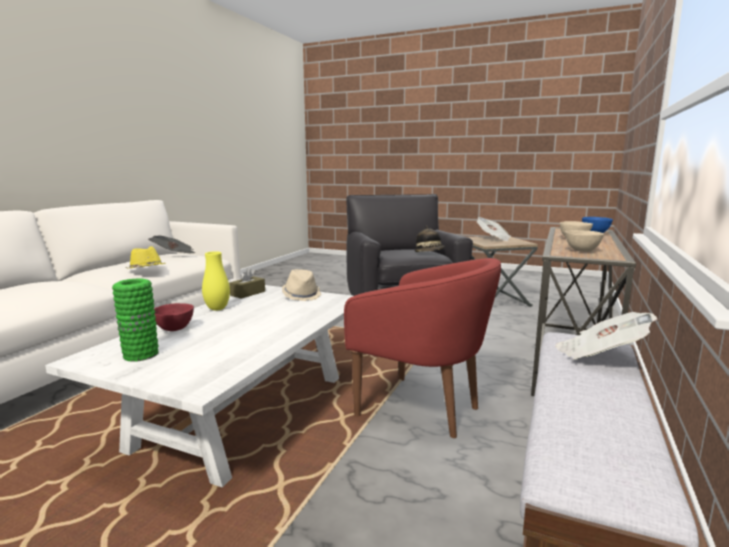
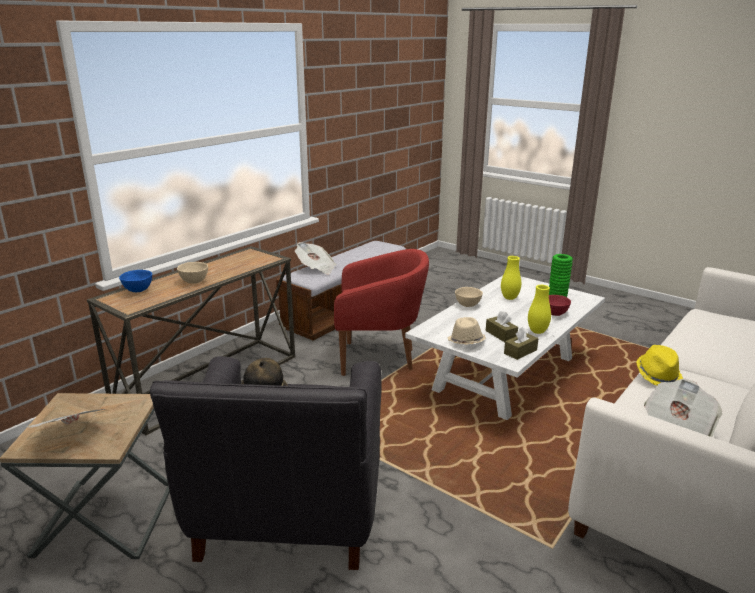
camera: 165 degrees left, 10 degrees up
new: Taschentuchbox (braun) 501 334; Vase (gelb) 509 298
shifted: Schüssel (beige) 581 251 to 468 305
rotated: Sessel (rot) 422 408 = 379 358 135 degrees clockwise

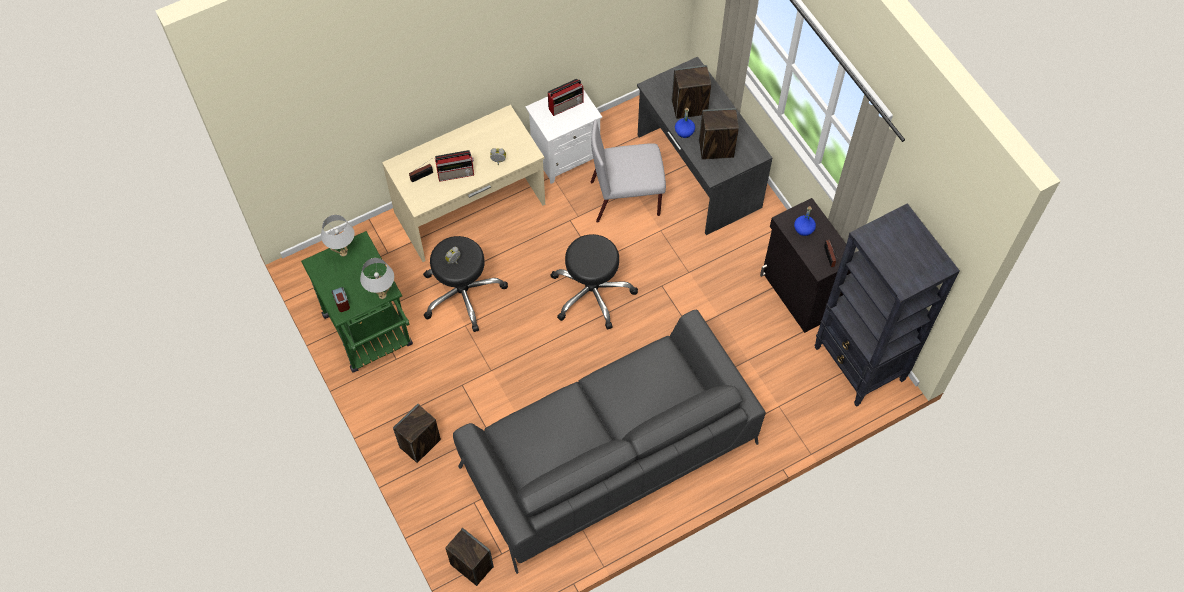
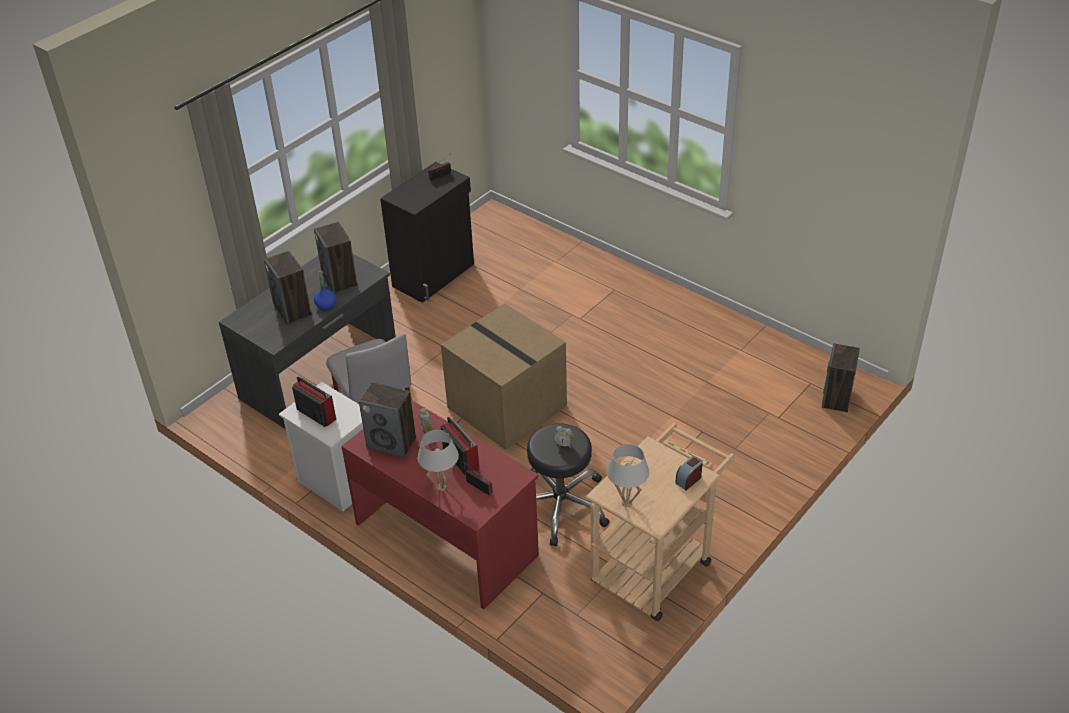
camera: 110 degrees left, 20 degrees down
gone: Sofa (grau) 608 454; Flasche (blau) 804 229; Bücherregal (schwarz) 859 365
shifted: Tischlampe (weiß) 382 295 to 441 487; Lautsprecher 420 444 to 392 443
swapped: Hocker (schwarz) 592 293 to Karton 505 406
repainted: Rollwagen (grün) 371 336 to Rollwagen (beige) 657 565; Schreibtisch (beige) 470 209 to Schreibtisch (rot) 447 538

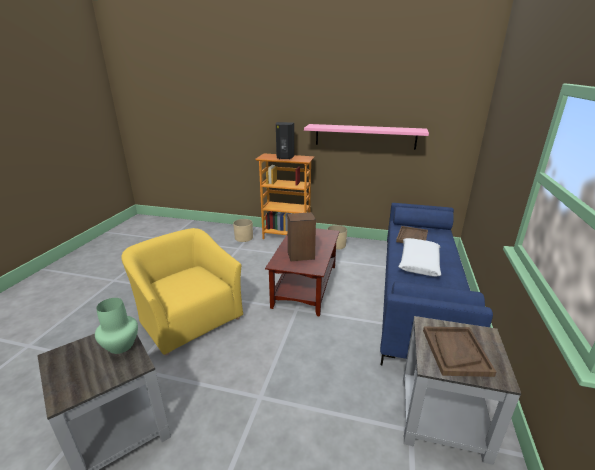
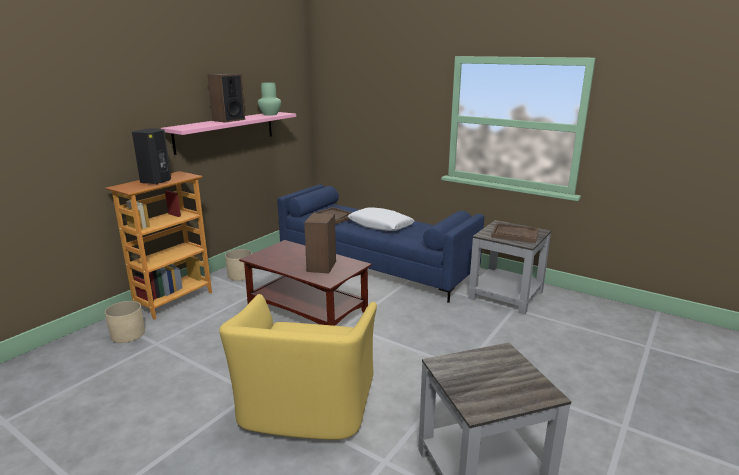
camera: 70 degrees left, 5 degrees down
new: Lautsprecher 228 120
shifted: Vase (grün) 120 346 to 270 114
rotated: Sessel (gelb) 189 318 = 306 406 60 degrees counterclockwise

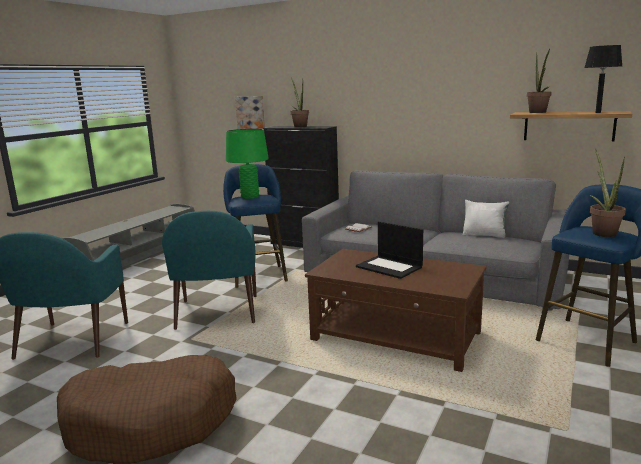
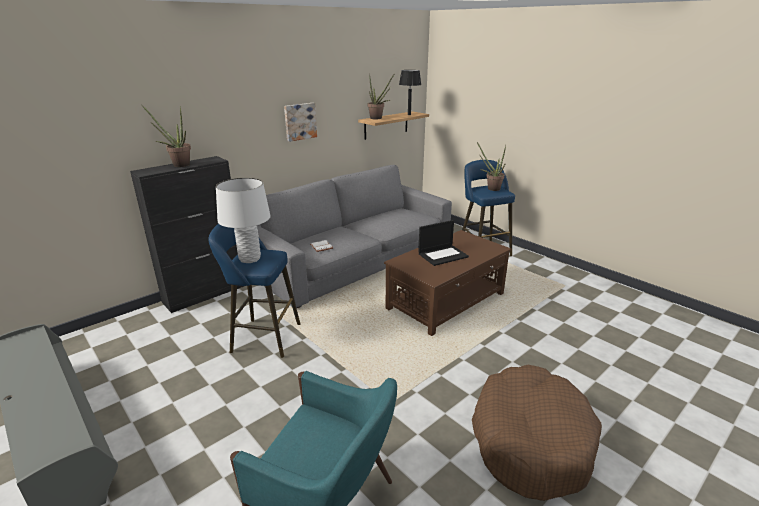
camera: 70 degrees left, 10 degrees up
gone: Sessel (türkis) 217 313; Kissen (weiß) 484 235
shifted: Bild 251 112 to 300 121
repainted: Tischlampe (grün) 250 197 to Tischlampe (weiß) 249 259

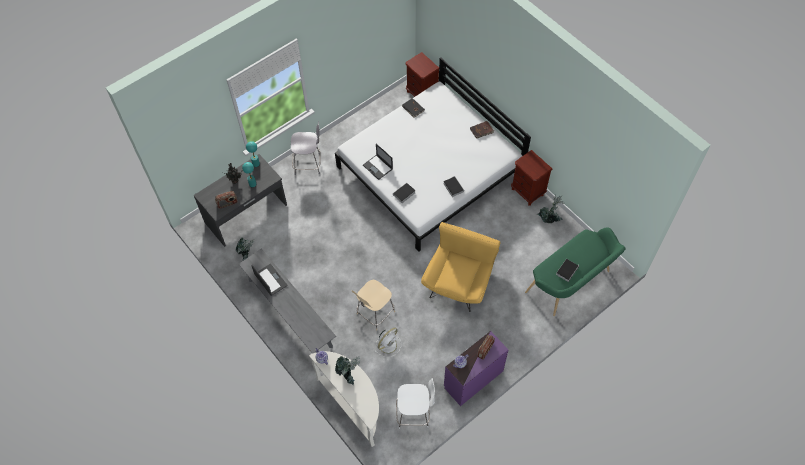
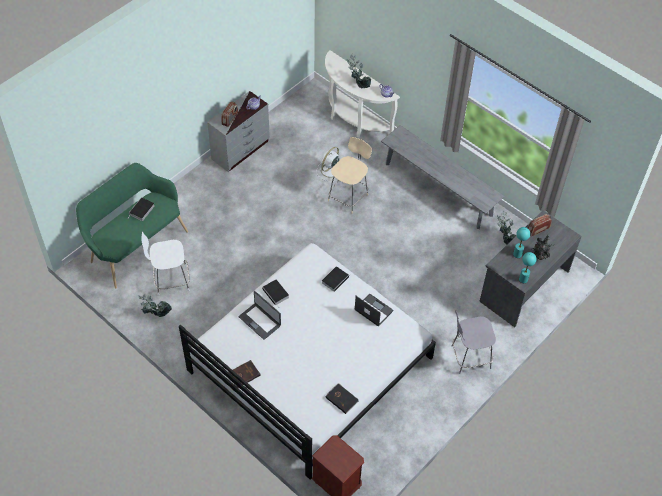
camera: 170 degrees right, 5 degrees down
gone: Sessel (gelb) 461 277; Nachttisch (braun) 527 192
shifted: Laptop 270 280 to 260 321; Stuhl (weiß) 414 413 to 170 280
repainted: Kommode (lila) 473 379 to Kommode (grau) 241 150

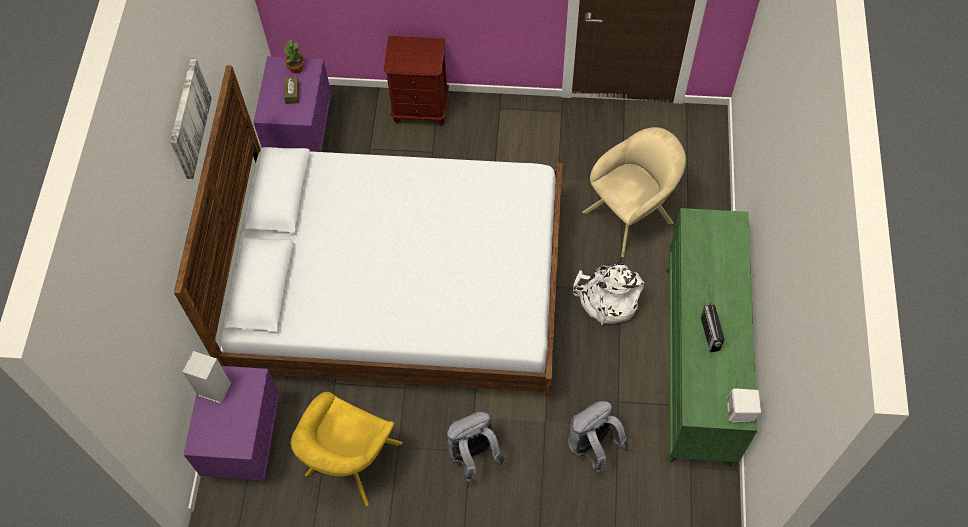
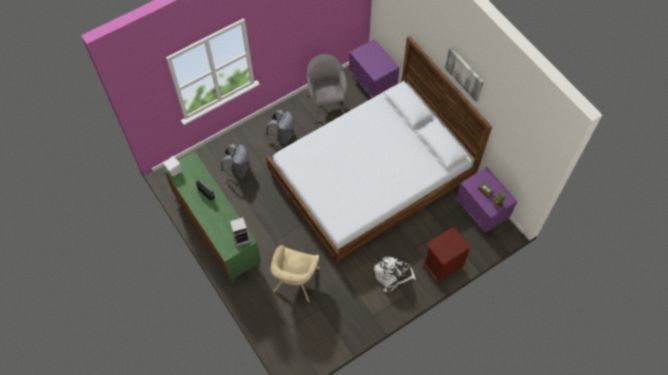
camera: 140 degrees right, 0 degrees up
shifted: Lautsprecher 213 389 to 242 238; Rucksack (weiß) 607 298 to 392 275
repainted: Sessel (gelb) 351 463 to Sessel (grau) 326 103

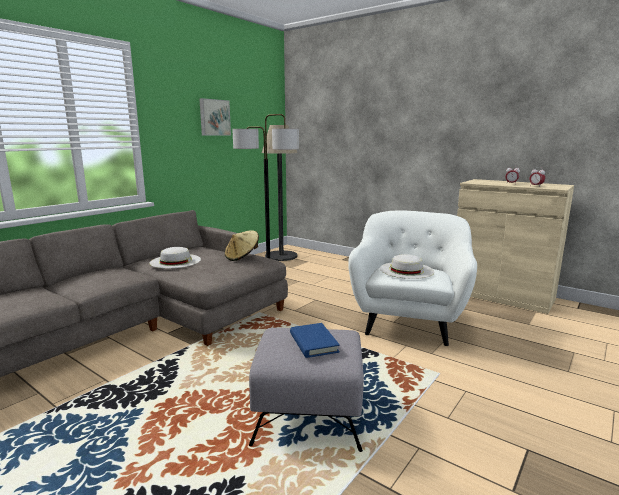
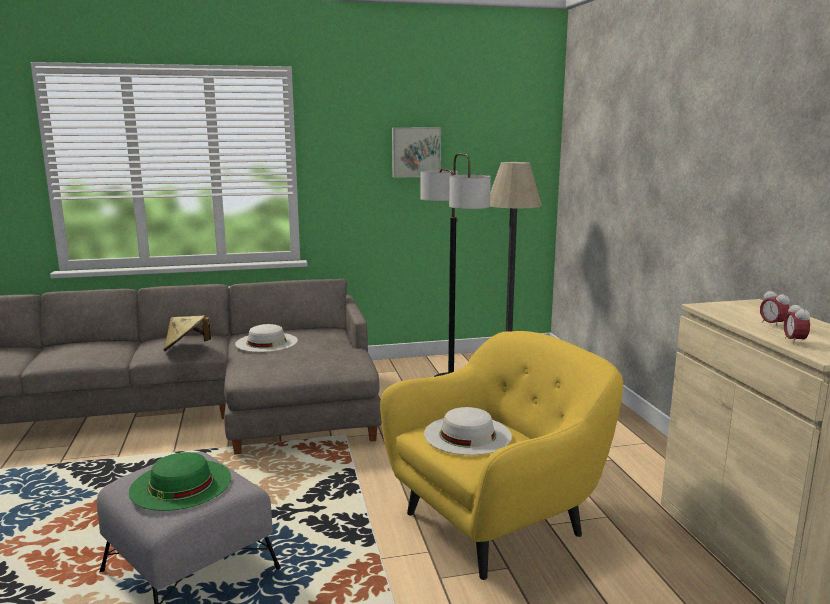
camera: 40 degrees right, 0 degrees up
shifted: Hut (beige) 242 257 to 186 348
swapped: Buch (blau) 313 343 to Hut (grün) 181 484
repainted: Sessel (weiß) 409 322 to Sessel (gelb) 497 522

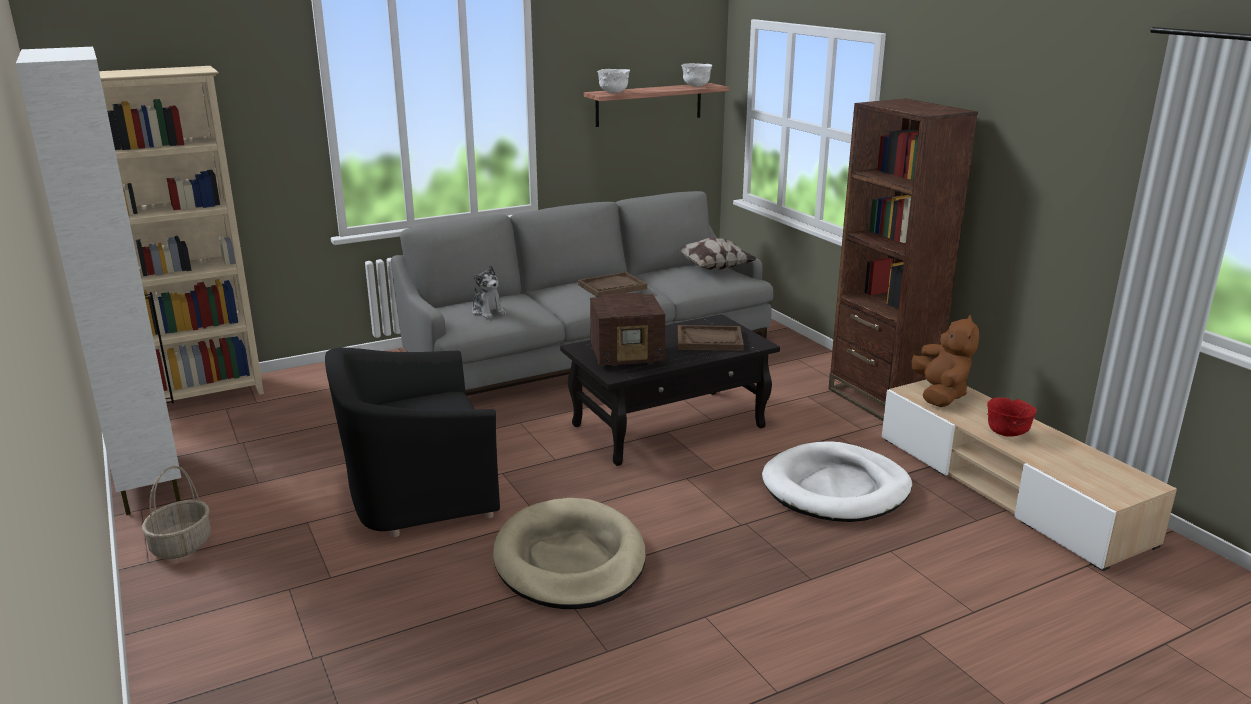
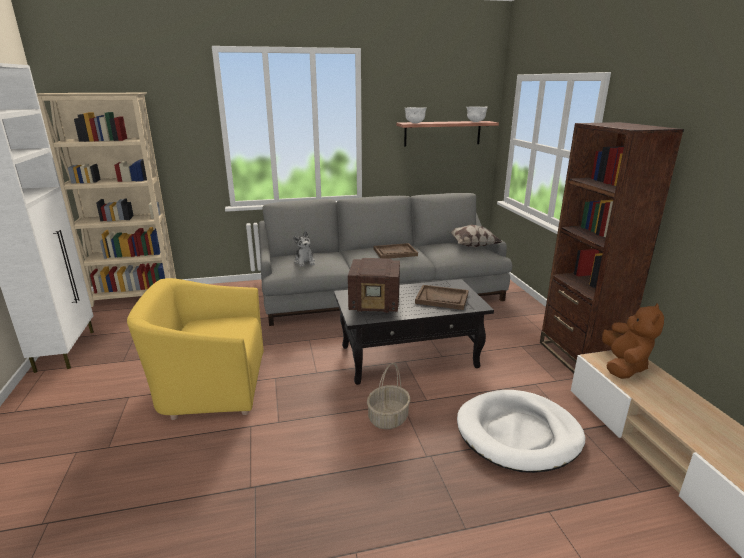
camera: 15 degrees right, 0 degrees up
gone: Hundebett (beige) 569 560; Schüssel (rot) 1006 434
shifted: Korb 181 546 to 388 418
repainted: Sessel (schwarz) 417 493 to Sessel (gelb) 211 385

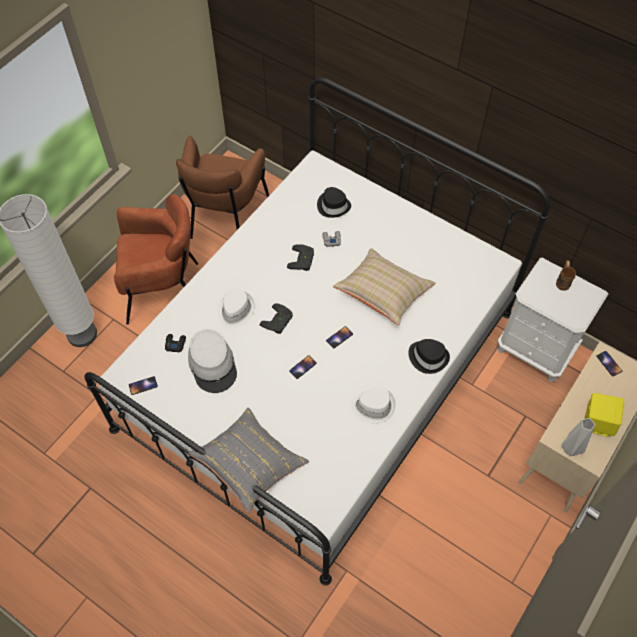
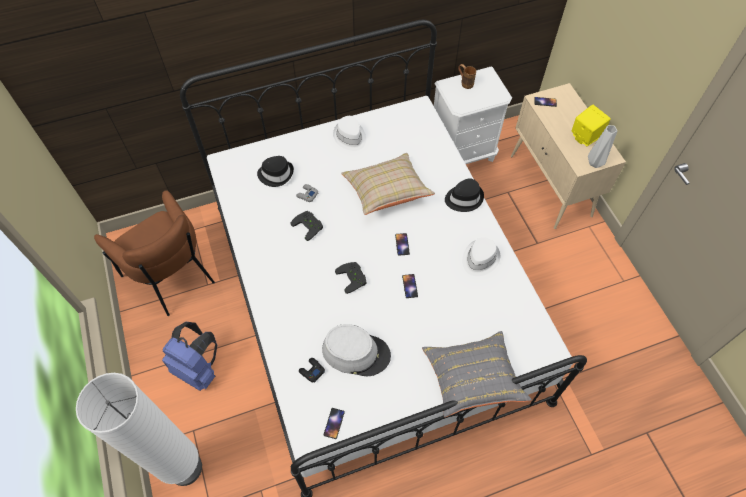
camera: 55 degrees left, 0 degrees up
shifted: Hut (weiß) 235 310 to 350 137
swapped: Sessel (braun) 163 288 to Rucksack (blau) 198 368

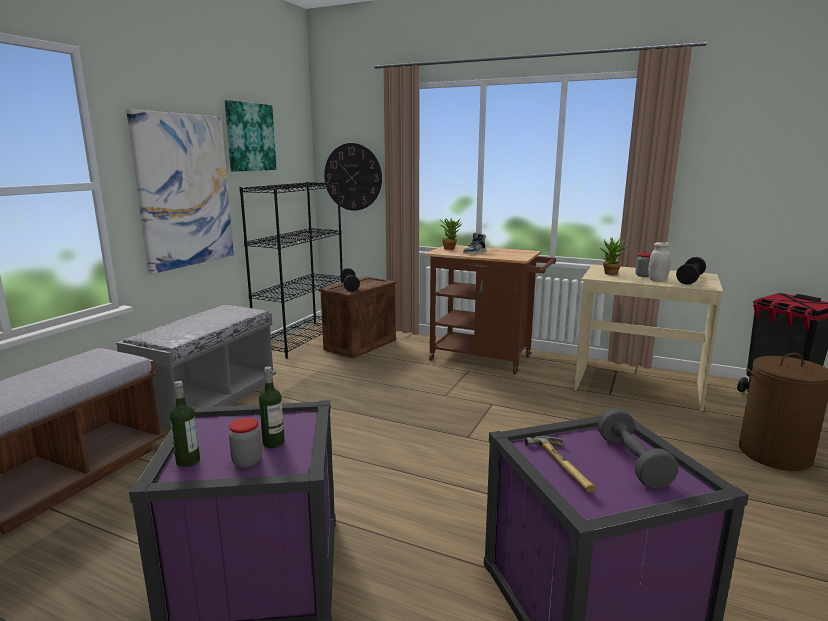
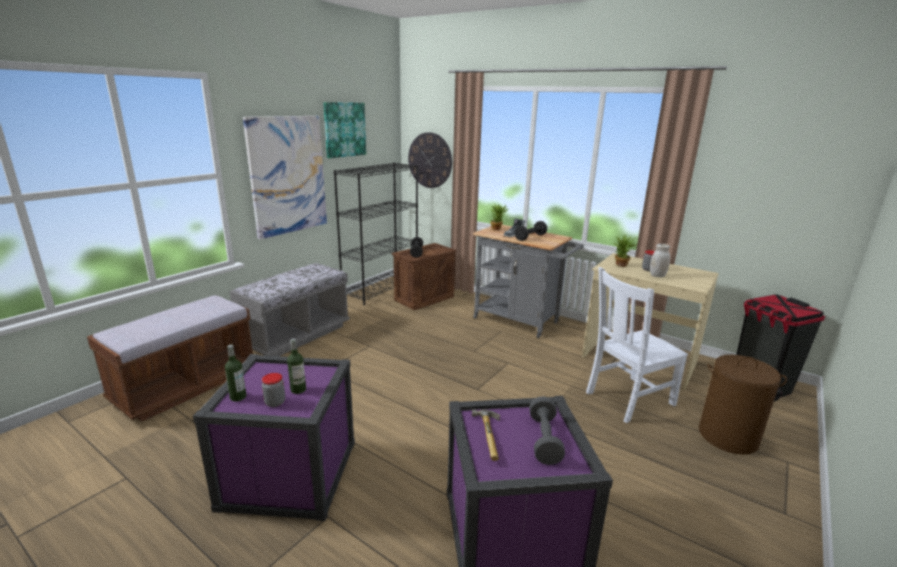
camera: 10 degrees right, 5 degrees up
new: Stuhl (weiß) 627 399
shifted: Hantel (schwarz) 690 279 to 530 237
repainted: Rollwagen (braun) 486 359 to Rollwagen (grau) 520 321

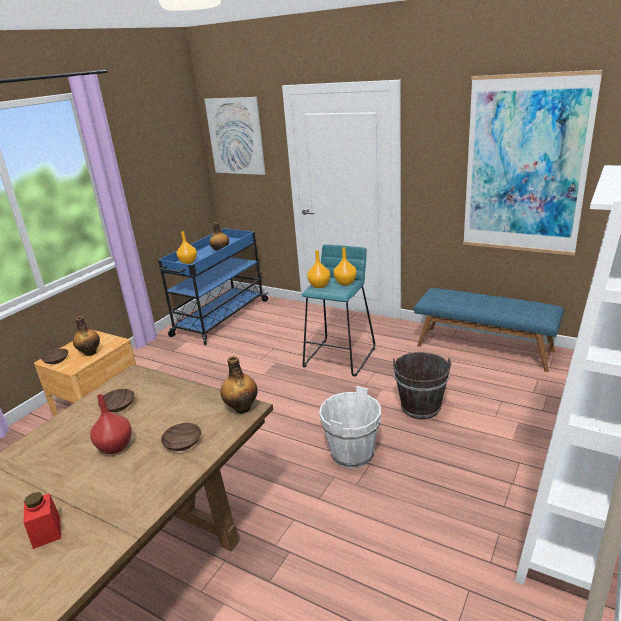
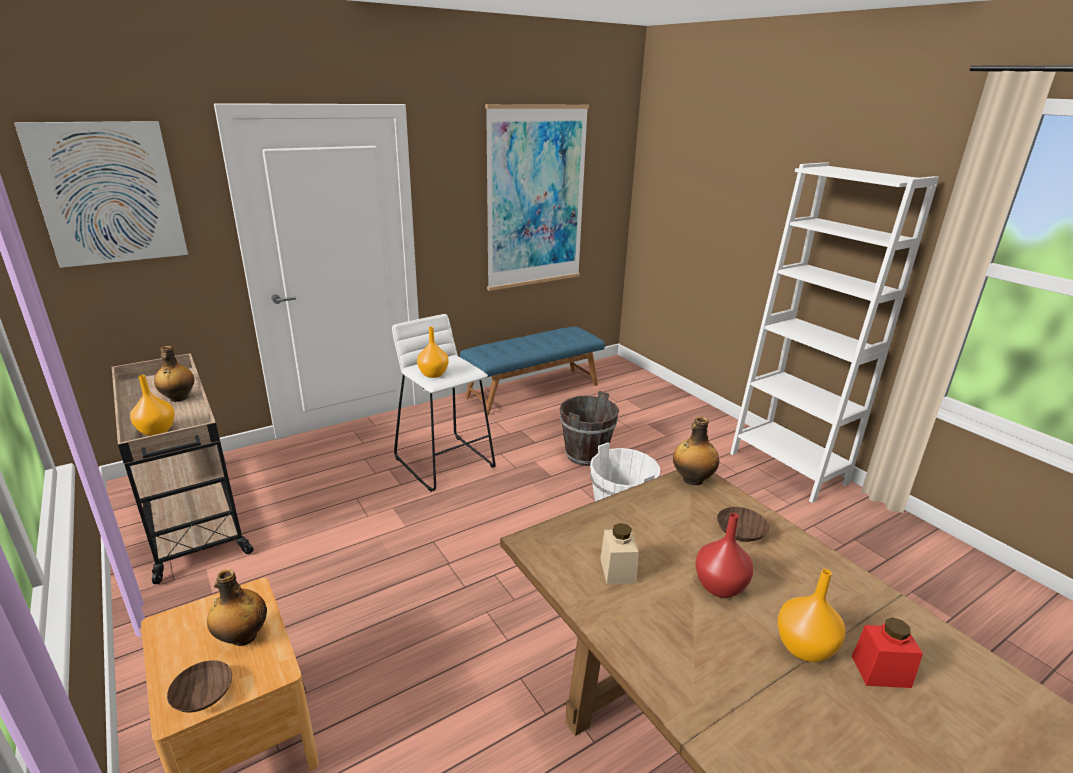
camera: 65 degrees left, 0 degrees up
shifted: Vase (orange) 345 283 to 803 648
swapped: Schüssel (braun) 118 407 to Vorratsglas (beige) 617 570
repainted: Rollwagen (blau) 220 318 to Rollwagen (beige) 192 516; Hocker (türkis) 340 357 to Hocker (weiß) 445 462

